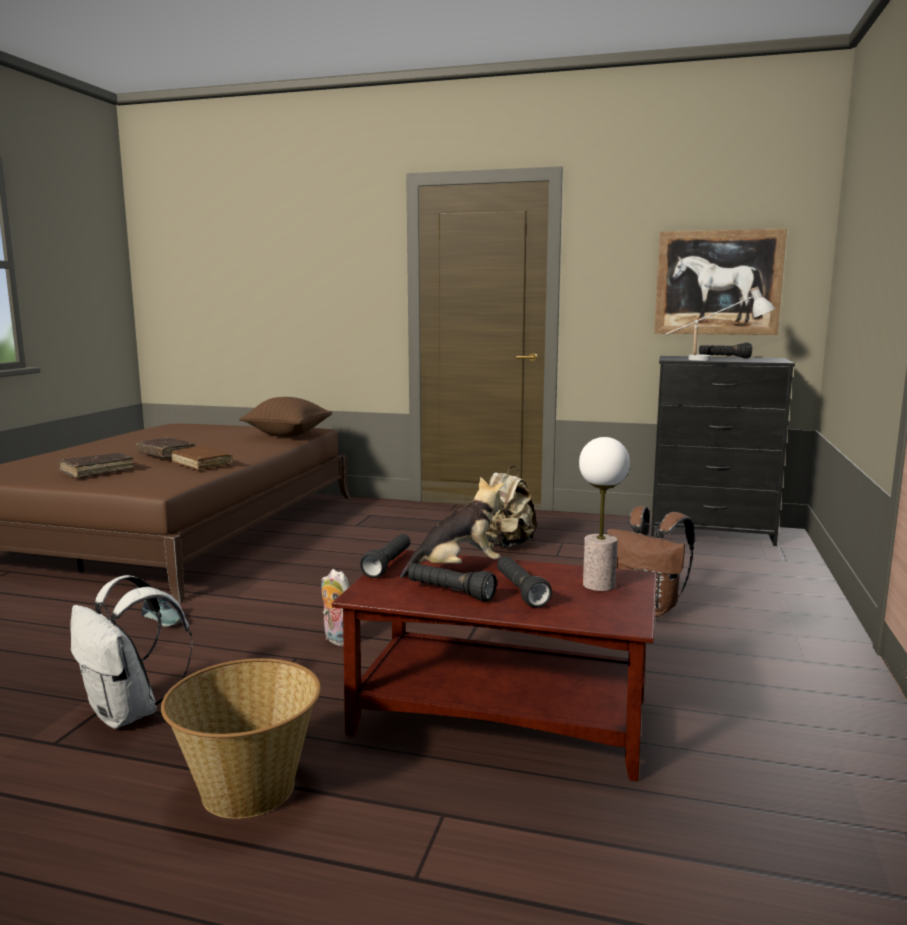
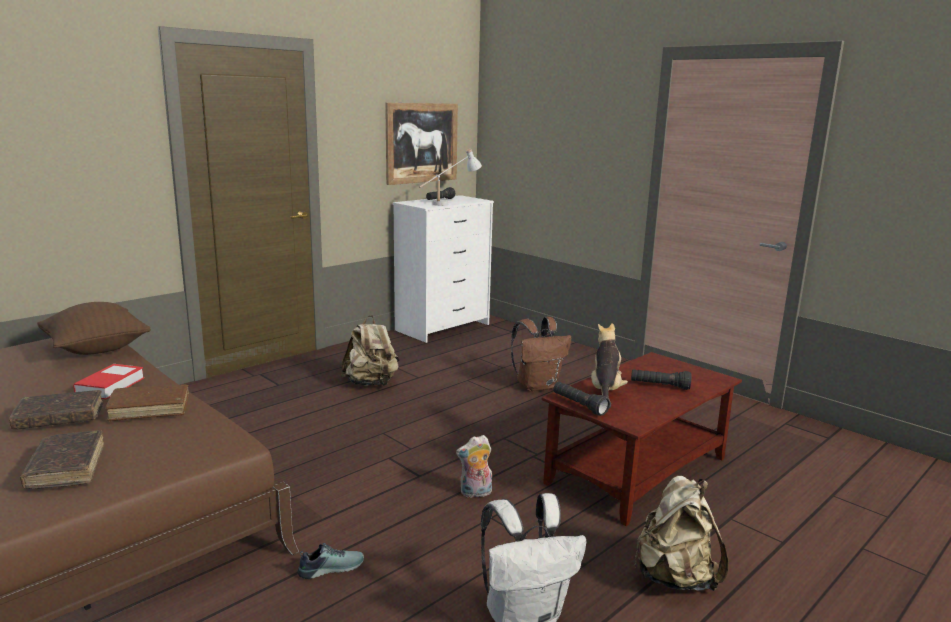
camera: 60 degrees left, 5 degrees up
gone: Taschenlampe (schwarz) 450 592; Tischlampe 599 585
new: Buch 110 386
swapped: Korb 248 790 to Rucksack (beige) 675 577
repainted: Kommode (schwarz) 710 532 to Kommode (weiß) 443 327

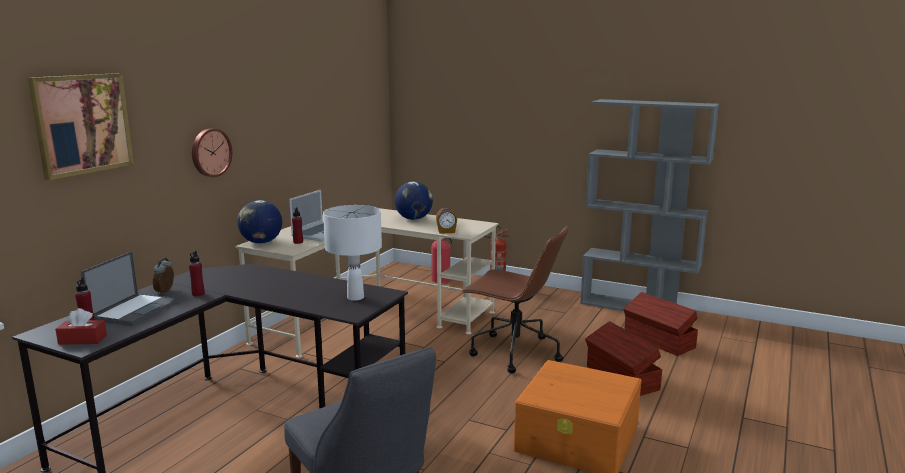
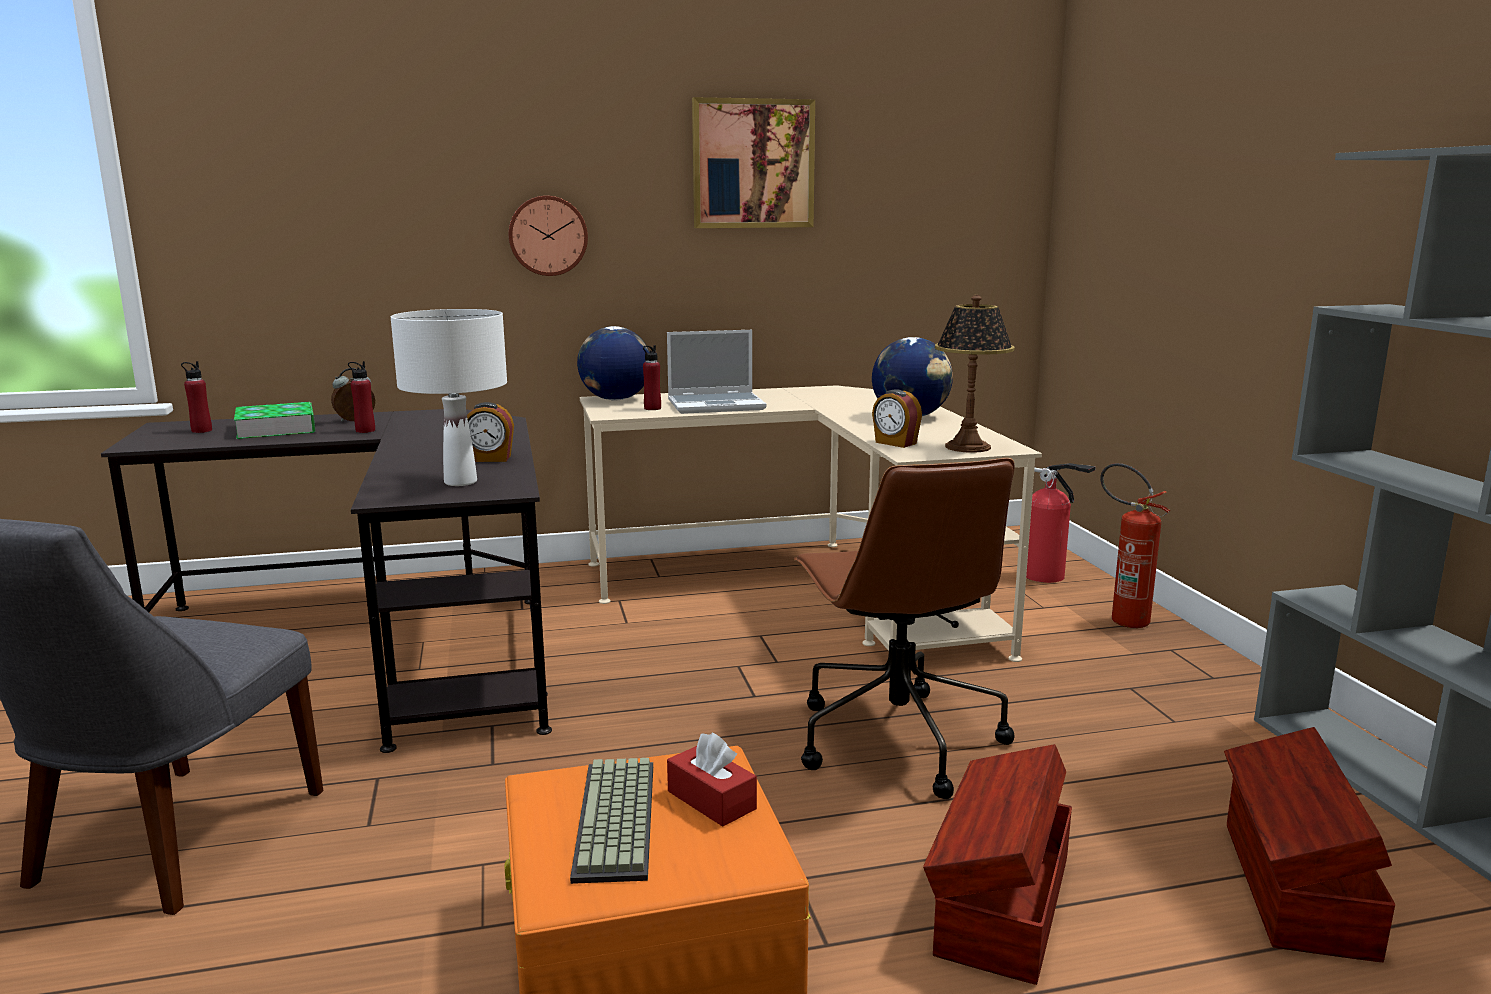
camera: 50 degrees right, 0 degrees up
new: Wecker 490 459; Tastatur 619 821; Tischlampe 968 447
shifted: Bild 82 124 to 753 164; Taschentuchbox (rot) 82 340 to 711 800
swapped: Laptop 135 310 to Buch 276 428

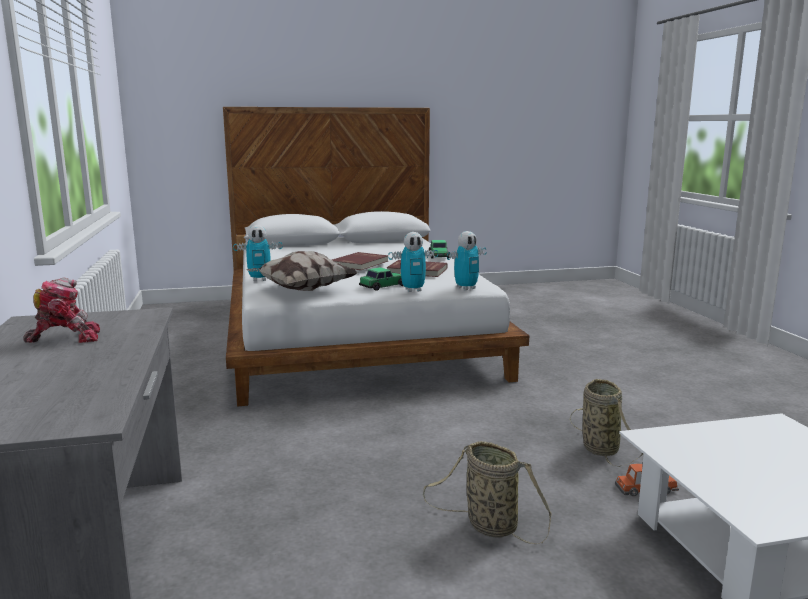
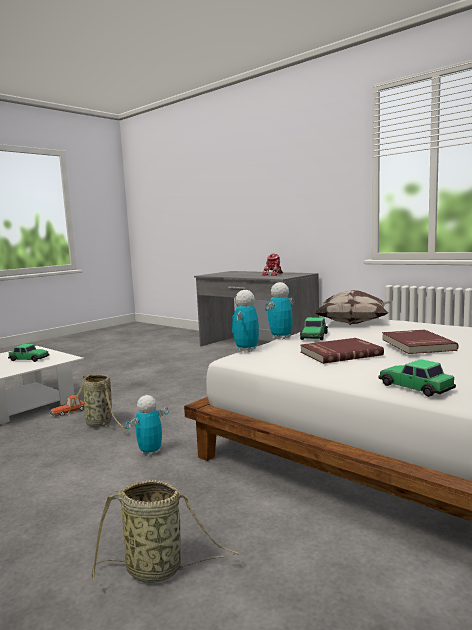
camera: 145 degrees right, 5 degrees down
new: Spielzeugauto 29 359
shifted: Spielzeugroboter 259 279 to 150 452; Korb 488 525 to 158 570

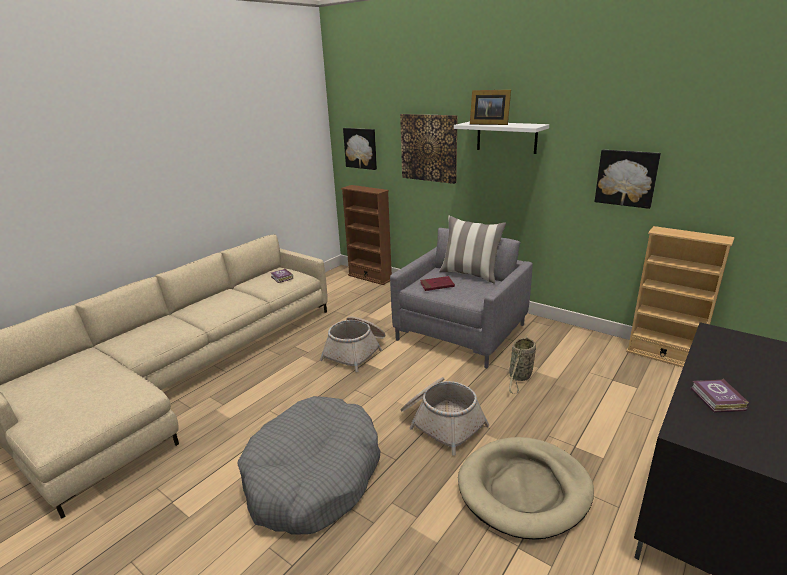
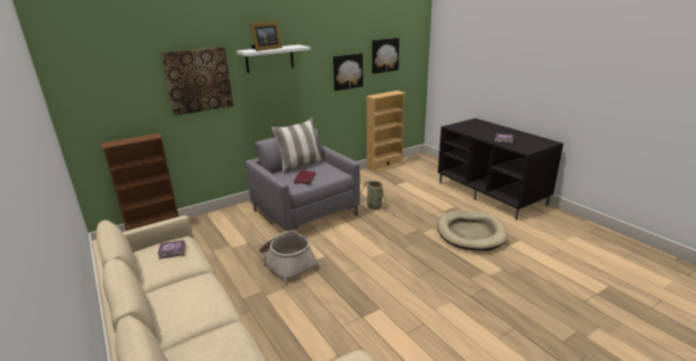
camera: 70 degrees left, 0 degrees up
gone: Hundebett (grau) 313 476; Korb 441 422
shifted: Bild 361 148 to 384 55

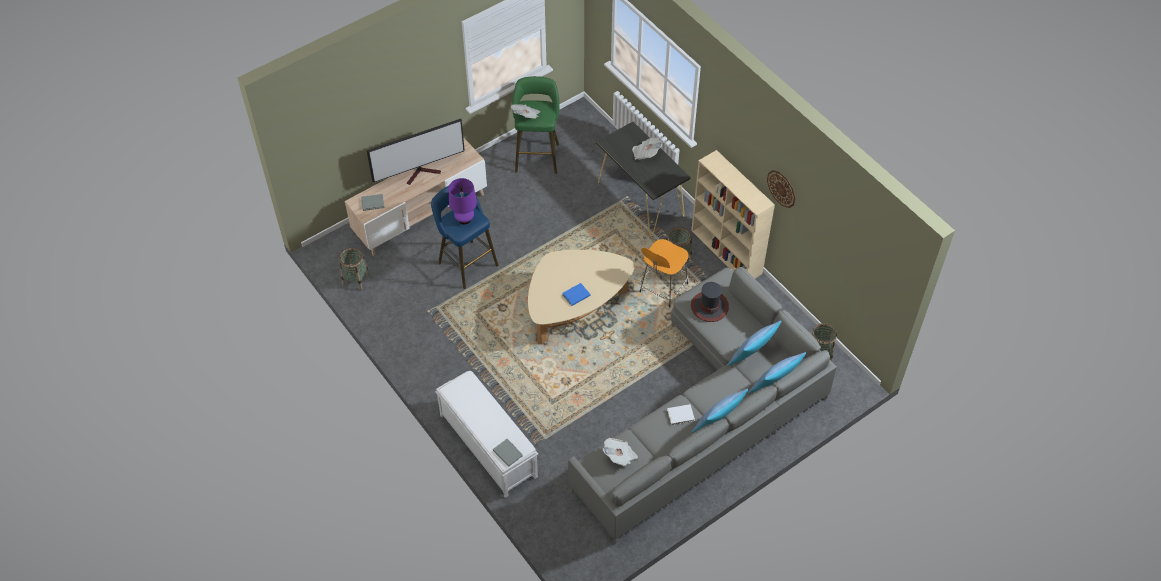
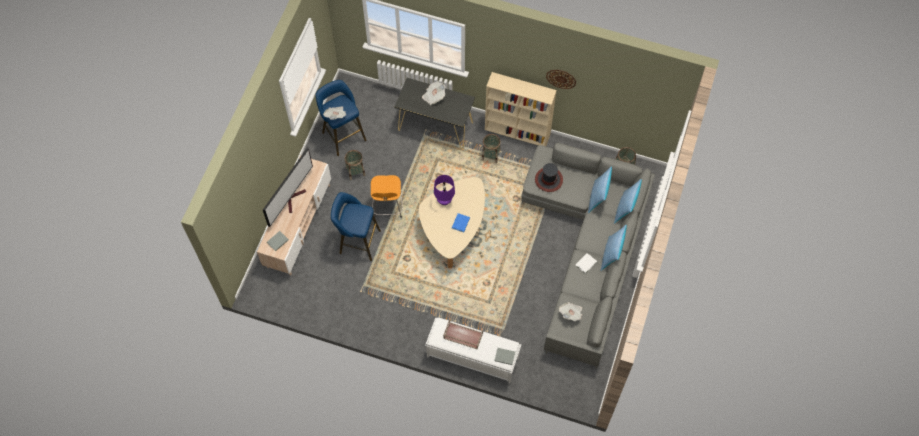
camera: 35 degrees left, 10 degrees up
new: Tablett (braun) 462 336
shifted: Korb 356 279 to 355 171; Tischlampe (lila) 464 219 to 444 200; Hocker (orange) 662 289 to 387 207
repainted: Hocker (grün) 537 155 to Hocker (blau) 342 134

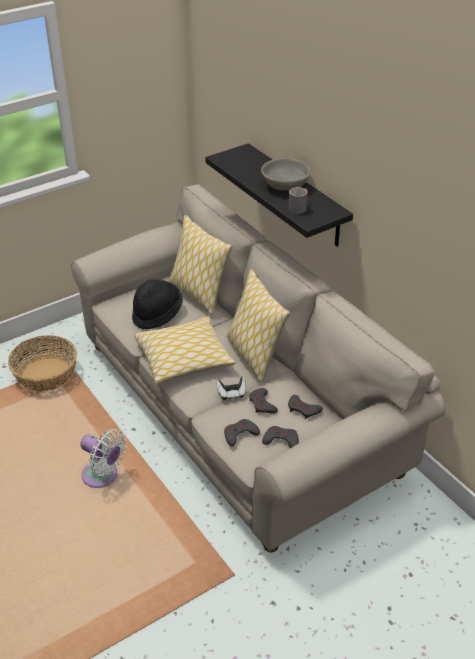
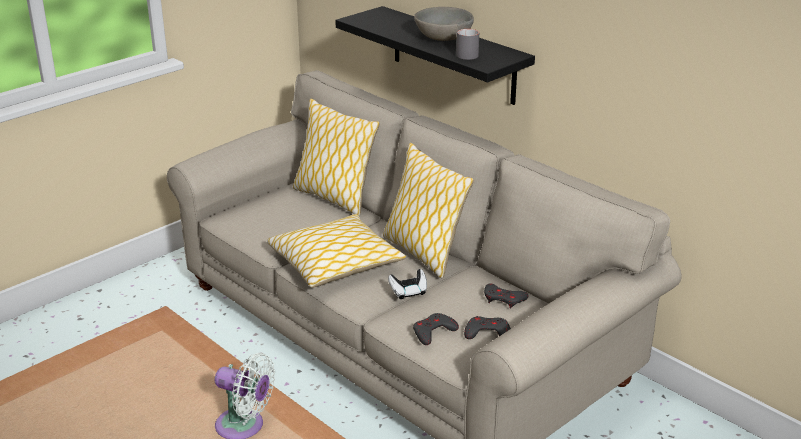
camera: 10 degrees left, 10 degrees down
gone: Korb 46 375; Hut (schwarz) 157 314; Gamepad (grau) 262 404

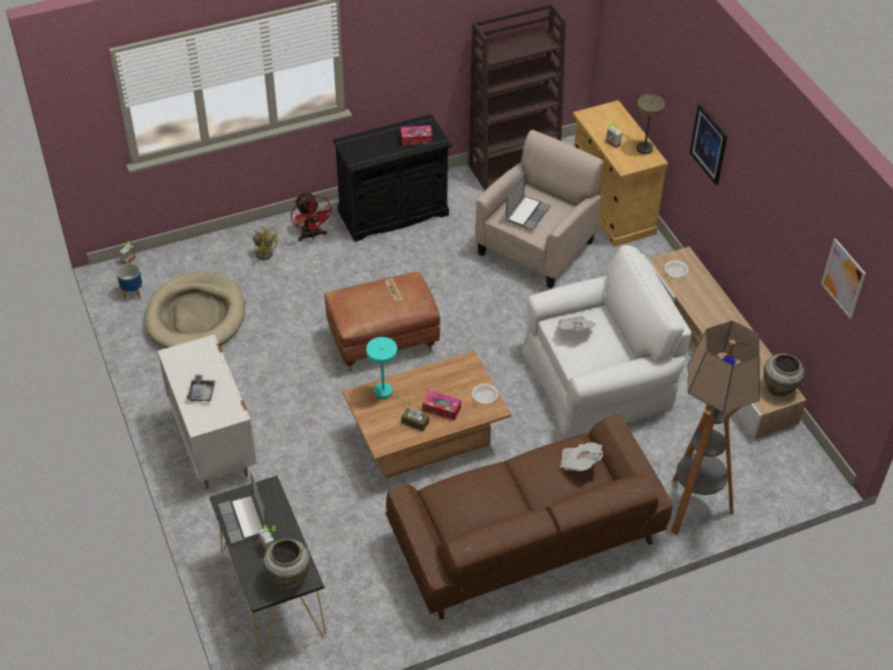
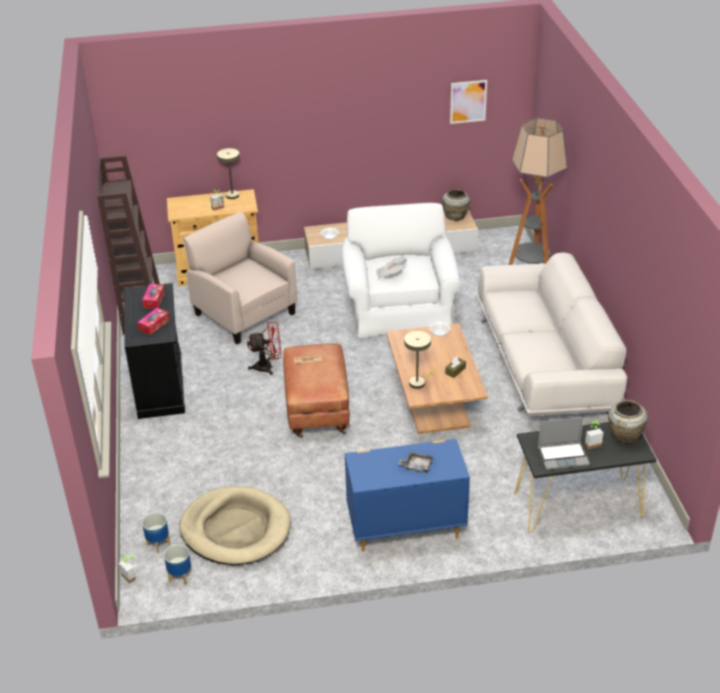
camera: 75 degrees left, 10 degrees down
gone: Ventilator (gelb) 264 251; Laptop 527 213; Zeitung 579 463; Bild 709 144
new: Pflanzkübel 158 543
shifted: Ventilator (rot) 311 236 to 268 367; Taschentuchbox 441 409 to 154 325
repainted: Kommode (weiß) 213 443 to Kommode (blau) 405 529; Tischlampe (türkis) 386 393 to Tischlampe (beige) 419 382; Sofa (braun) 525 539 to Sofa (weiß) 544 364

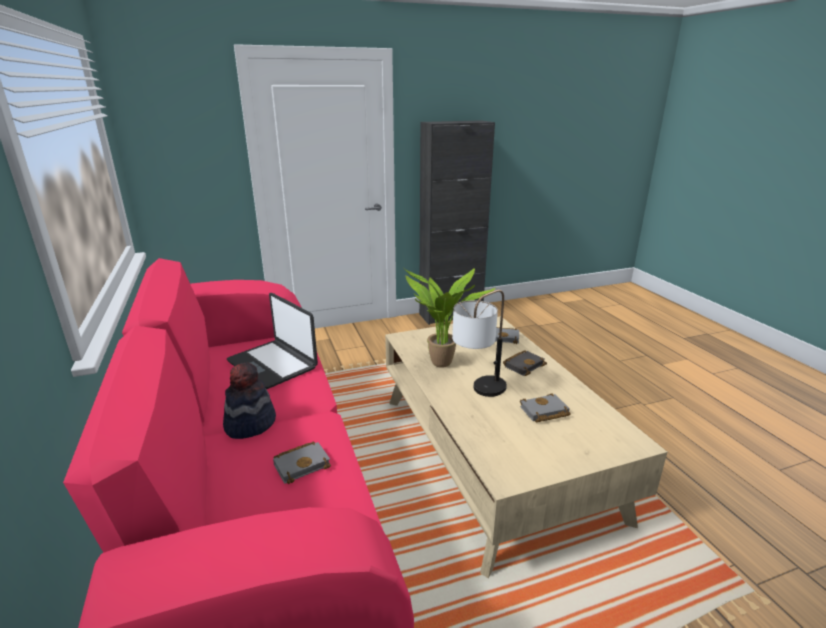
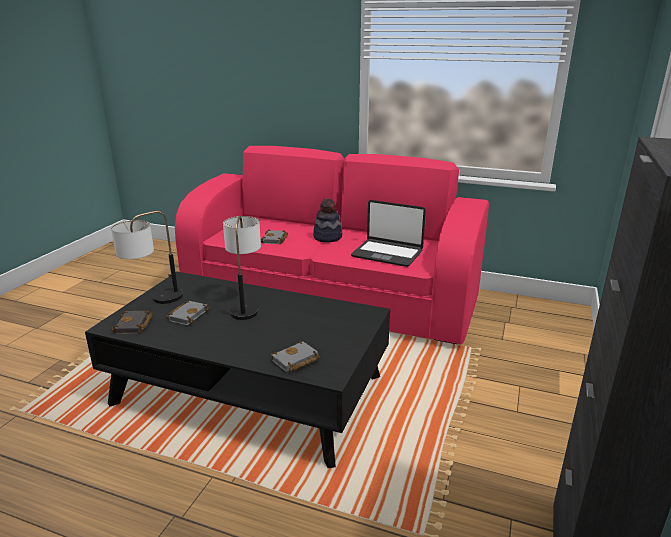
camera: 130 degrees right, 0 degrees up
gone: Topfpflanze 441 365
new: Tischlampe 154 301
shifted: Buch (schwarz) 523 365 to 134 325
repainted: Couchtisch (beige) 492 453 to Couchtisch (schwarz) 249 390
rotated: Laptop 273 364 = 387 253 150 degrees counterclockwise

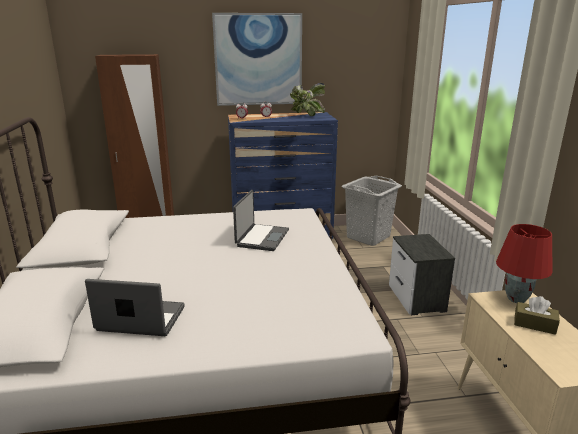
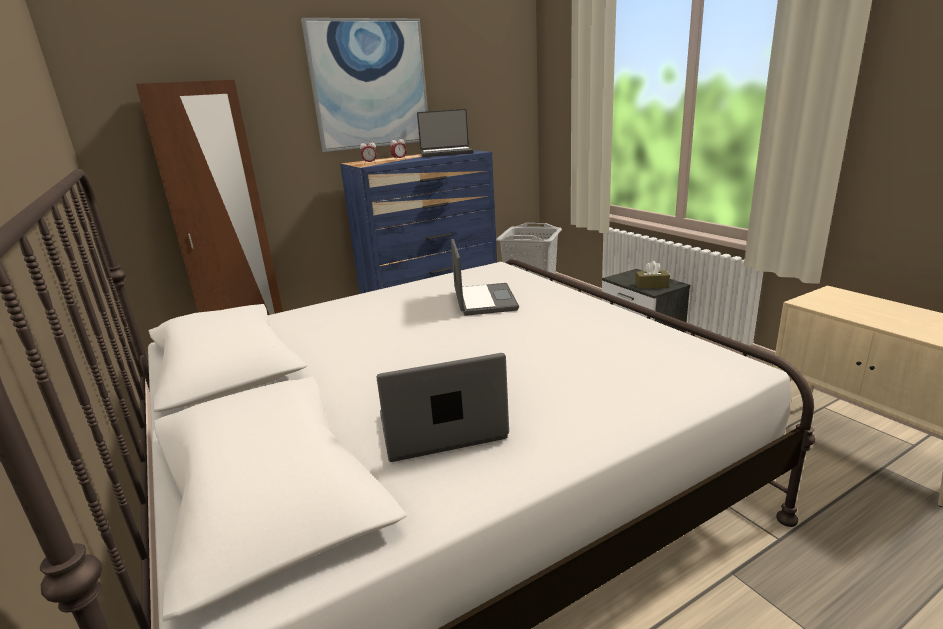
camera: 20 degrees left, 0 degrees up
gone: Tischlampe (rot) 516 299
shifted: Taschentuchbox (braun) 534 324 to 651 285
swapped: Topfpflanze 306 116 to Laptop 446 153

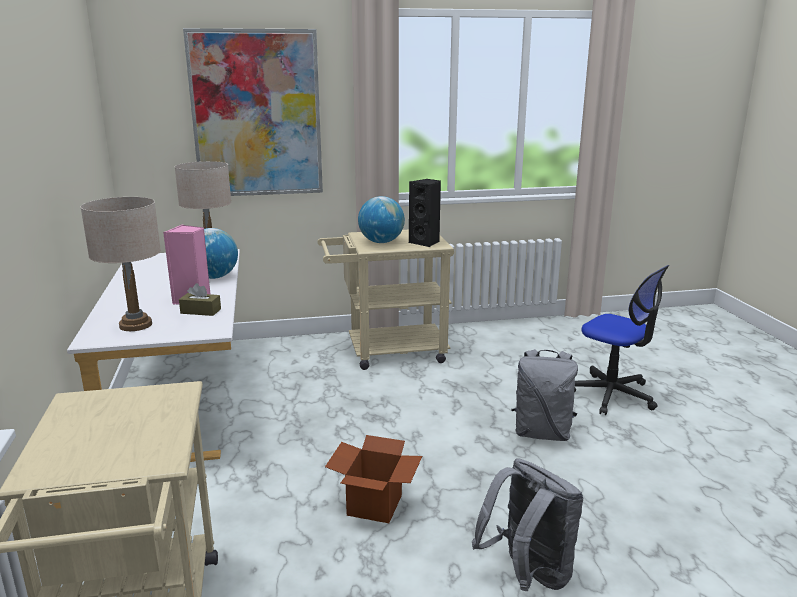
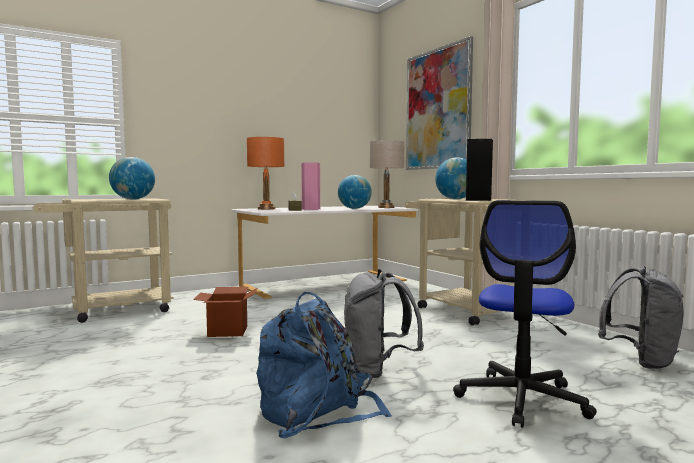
camera: 70 degrees right, 15 degrees down
new: Globus 133 199; Rucksack (blau) 317 411
shifted: Rucksack (grau) 528 575 to 641 361
repainted: Tischlampe (beige) 136 325 to Tischlampe (orange) 266 209

